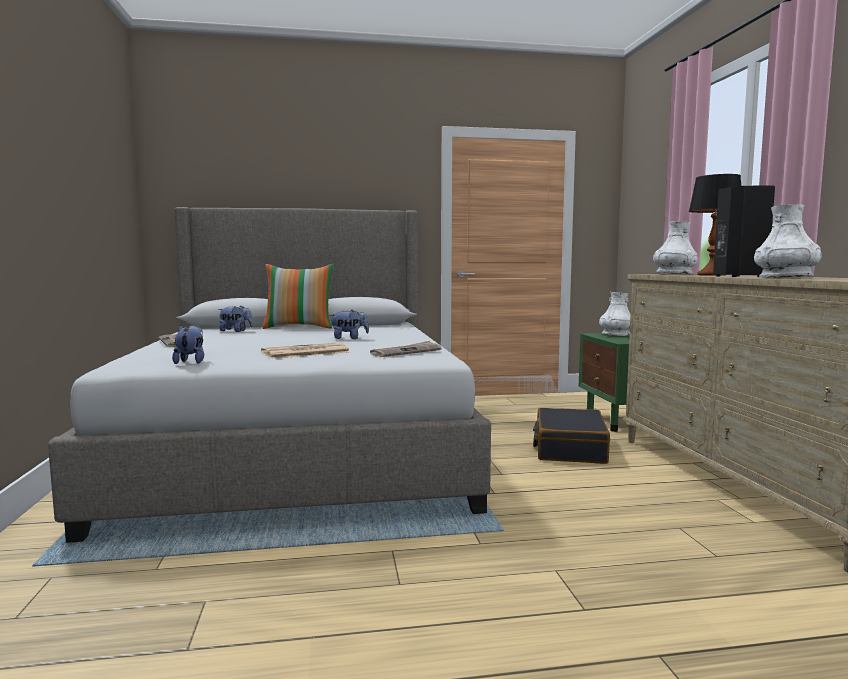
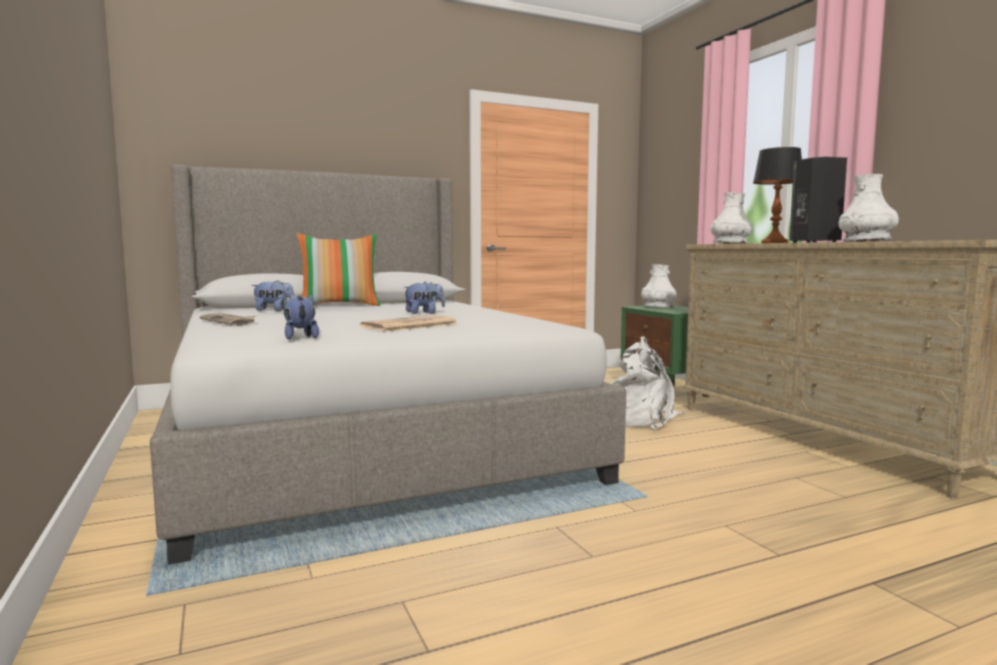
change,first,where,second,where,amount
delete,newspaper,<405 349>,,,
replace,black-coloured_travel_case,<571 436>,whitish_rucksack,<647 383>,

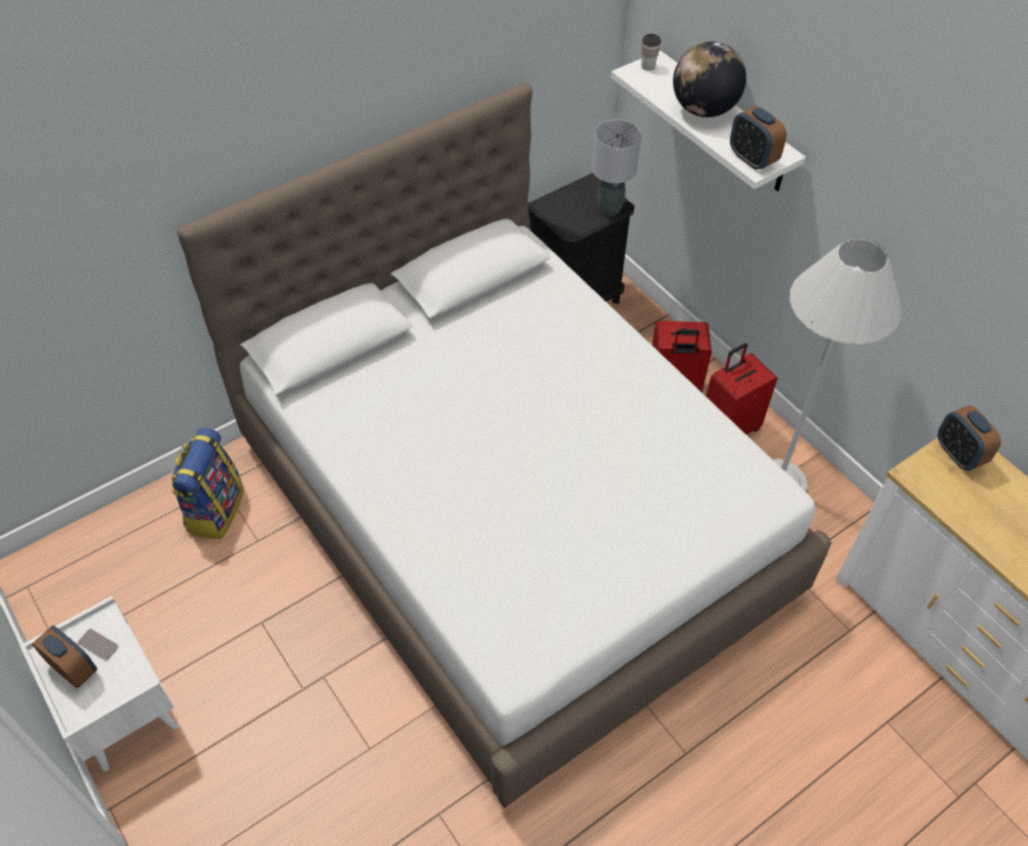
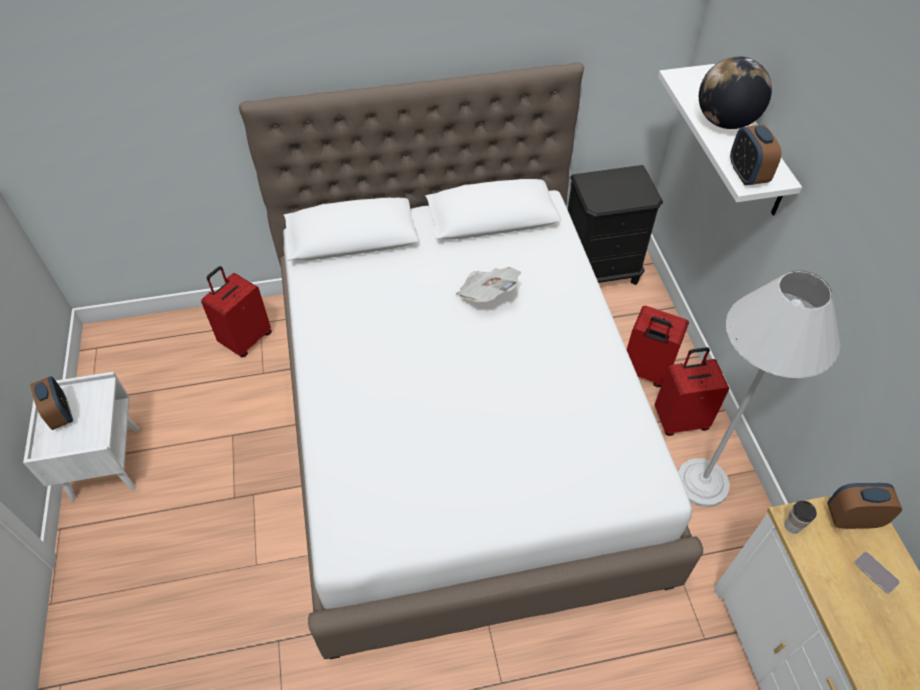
change,first,where,second,where,amount
move,cup,<651 52>,,<800 517>,
delete,gray_table_lamp,<616 167>,,,
rotate,bedside_clock,<969 438>,,<865 506>,90 degrees clockwise
replace,rucksack,<207 483>,reddish_travel_case,<236 311>,
move,handset,<98 644>,,<877 572>,
insert,,,newspaper,<488 284>,

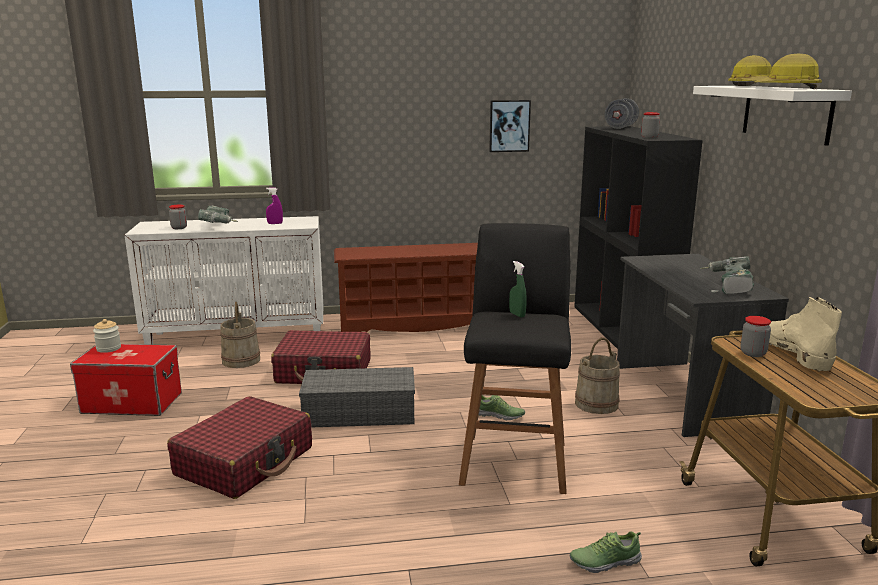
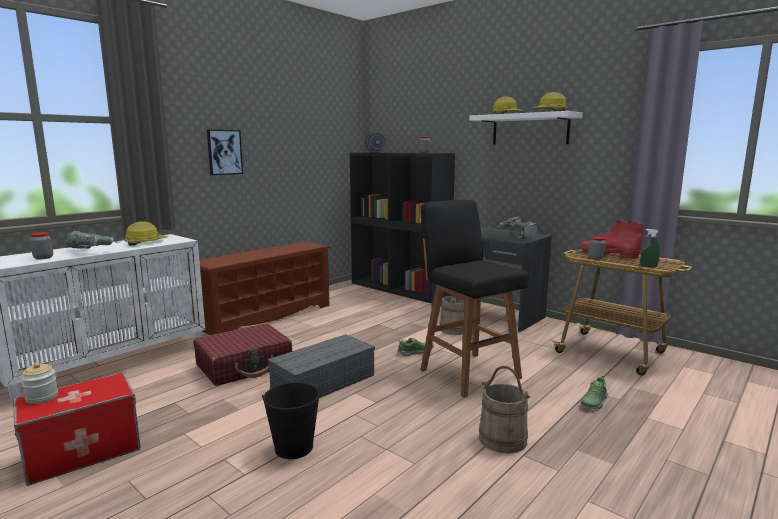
change,first,where,second,where,amount
move,wall_art,<510 126>,,<225 152>,
replace,purple_spray_bottle,<274 205>,work_helmet,<146 233>,
move,green_spray_bottle,<518 289>,,<650 248>,
recolor,beige-coloured_tall_boot,<805 334>,reddish_tall_boot,<611 239>,
move,beige-coloured_bucket,<240 335>,,<505 409>,
replace,reddish_travel_case,<239 447>,black-coloured_bucket,<291 420>,

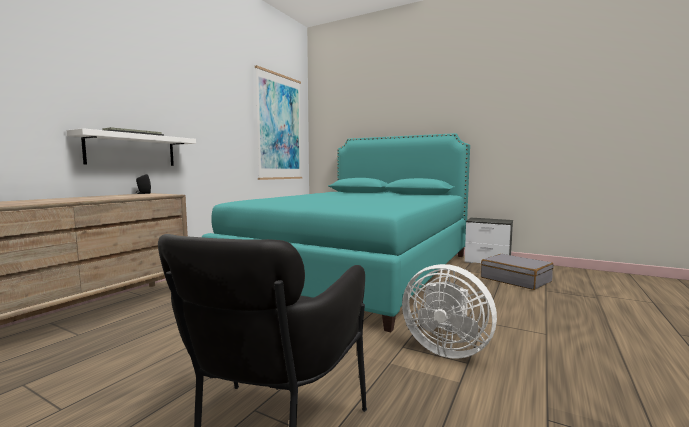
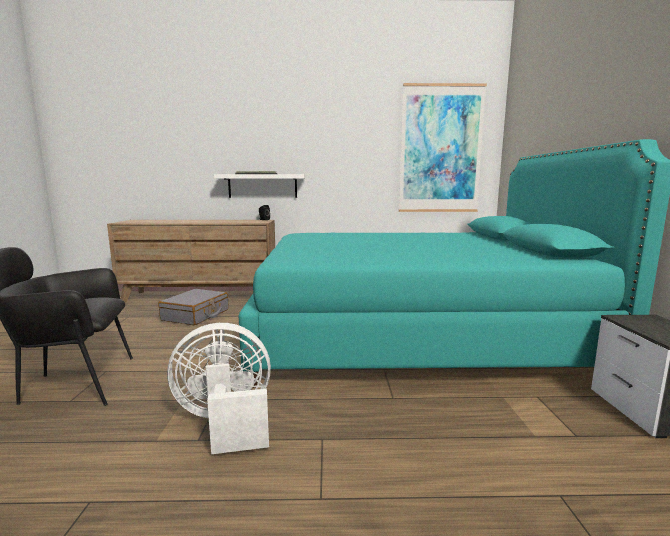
change,first,where,second,where,amount
move,gray_travel_case,<517 272>,,<193 307>,
rotate,whitish_cooling_fan,<449 311>,,<219 388>,75 degrees clockwise

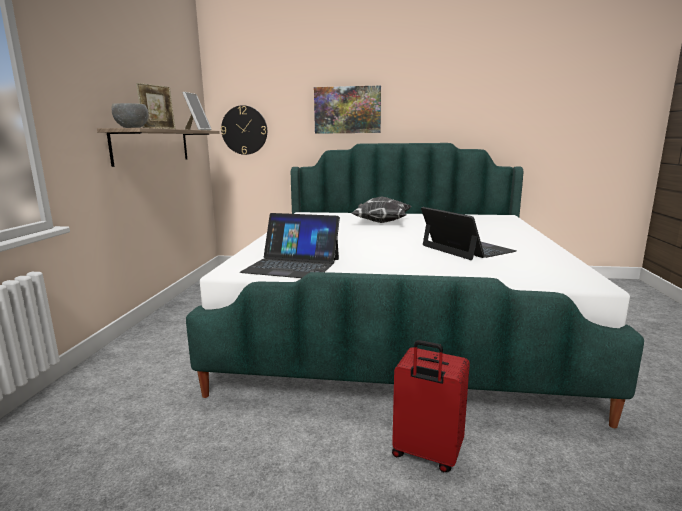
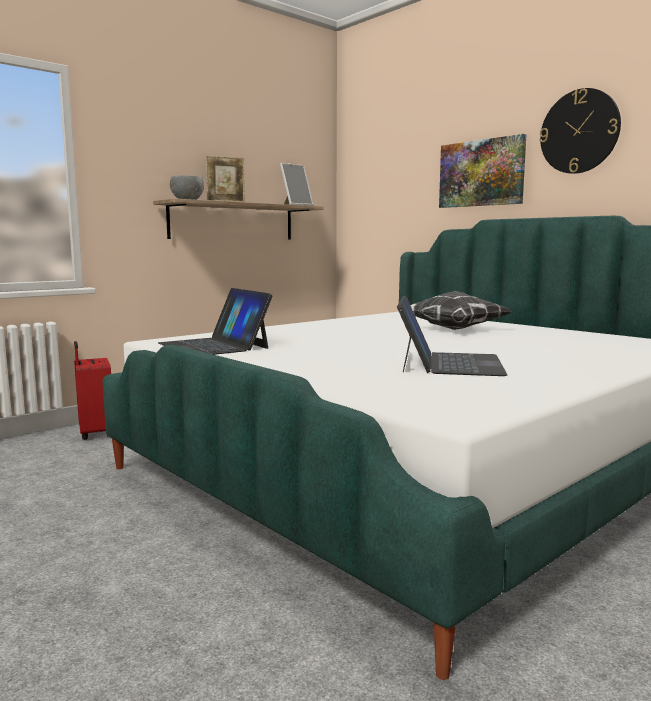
change,first,where,second,where,amount
move,hanging_clock,<244 130>,,<580 131>,
move,reddish_travel_case,<431 406>,,<92 390>,

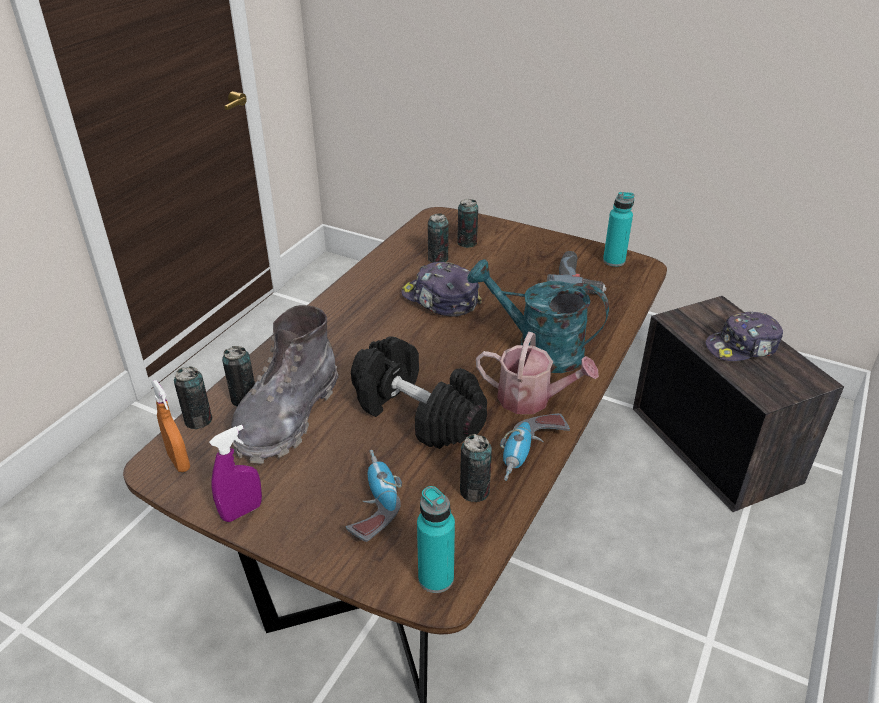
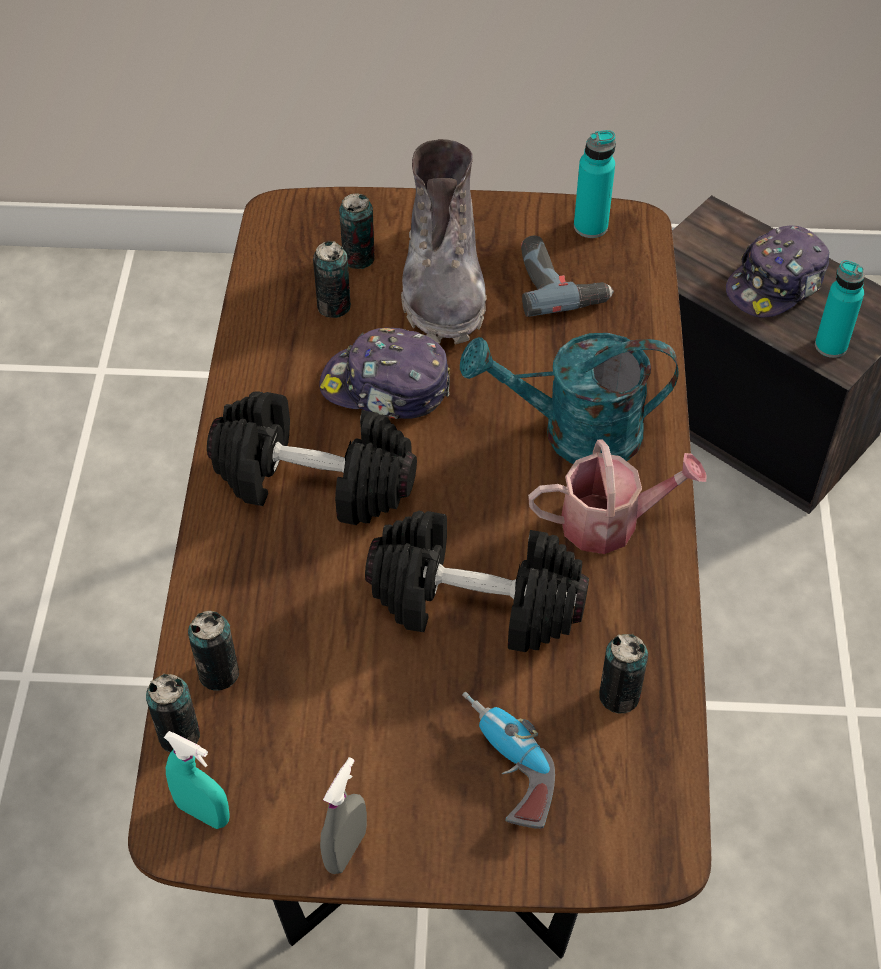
change,first,where,second,where,amount
move,gray_tall_boot,<285 384>,,<444 242>,
recolor,orange-coloured_spray_bottle,<170 426>,turquoise-coloured_spray_bottle,<197 780>,
delete,power_drill,<535 447>,,,
recolor,purple_spray_bottle,<235 473>,gray_spray_bottle,<343 815>,
move,turquoise-coloured_bottle,<436 539>,,<840 309>,
insert,,,black-coloured_dumbbell,<312 458>,

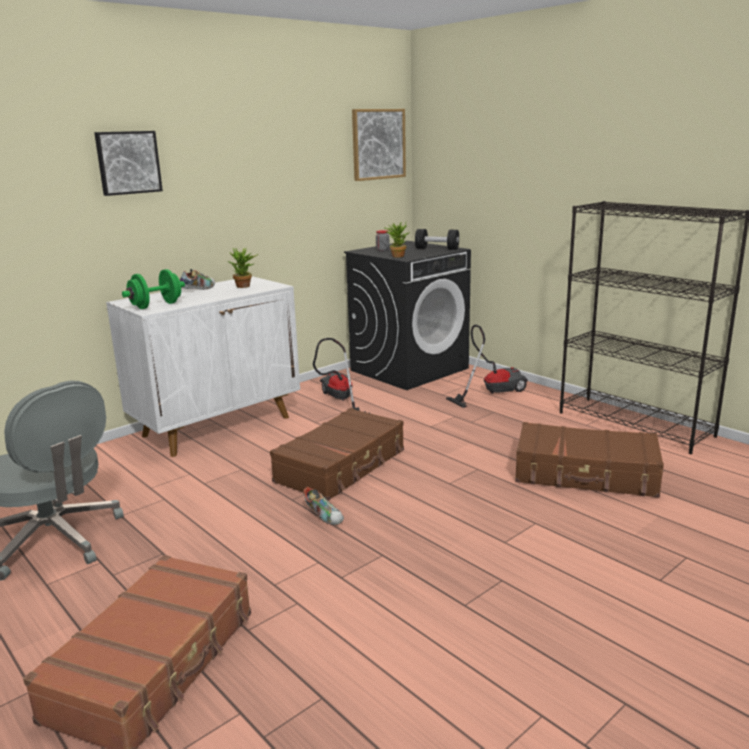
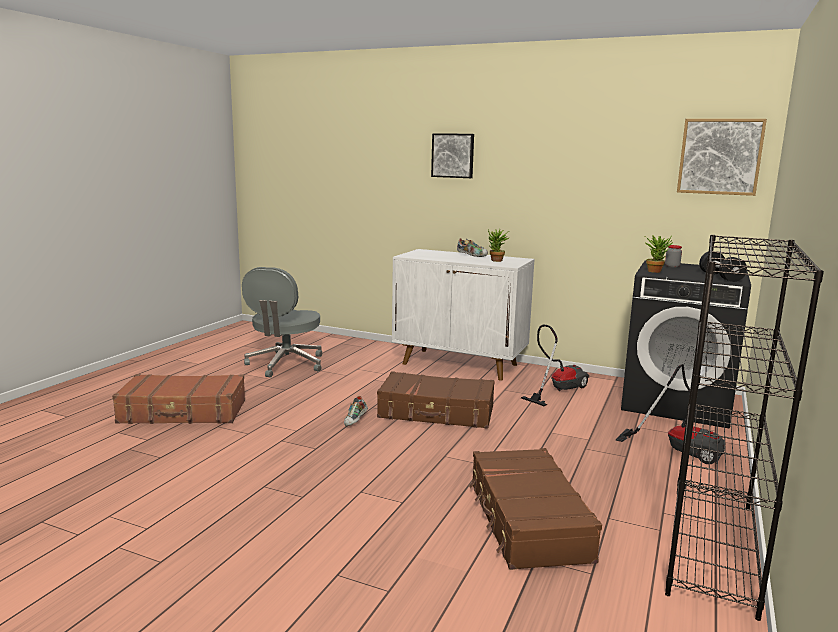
change,first,where,second,where,amount
delete,green_dumbbell,<153 289>,,,

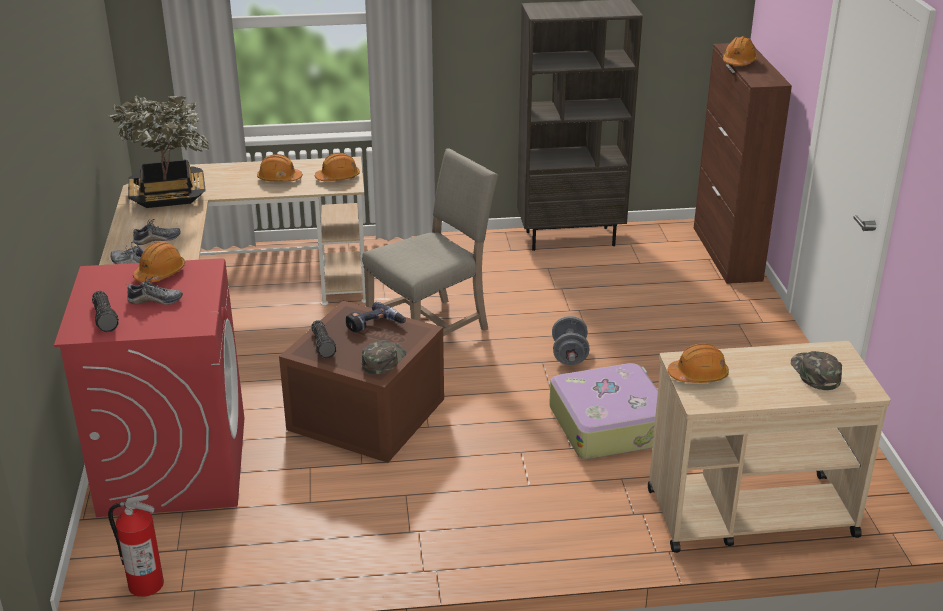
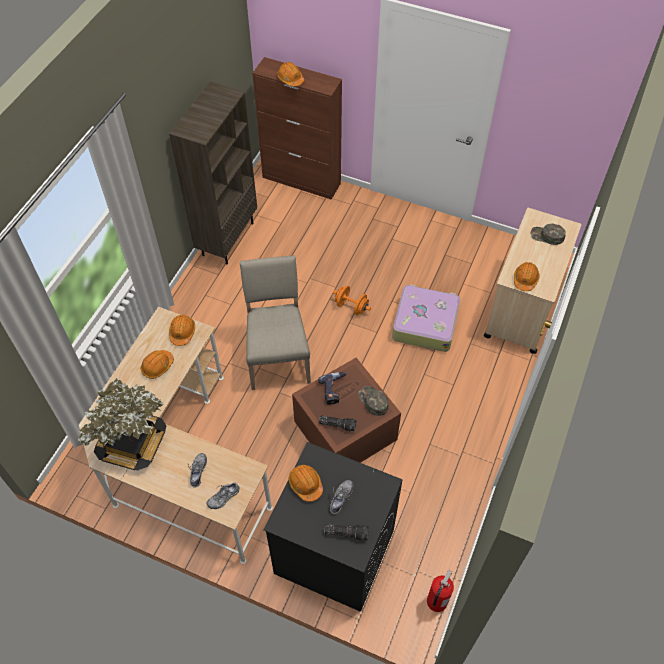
change,first,where,second,where,amount
recolor,reddish_laundry_machine,<149 387>,black-coloured_laundry_machine,<333 527>,
recolor,gray_dumbbell,<570 340>,orange-coloured_dumbbell,<352 300>,

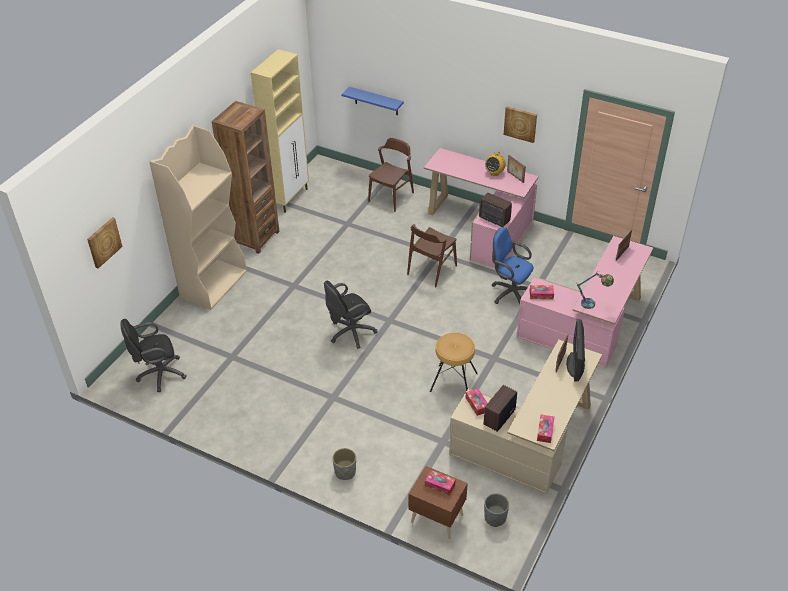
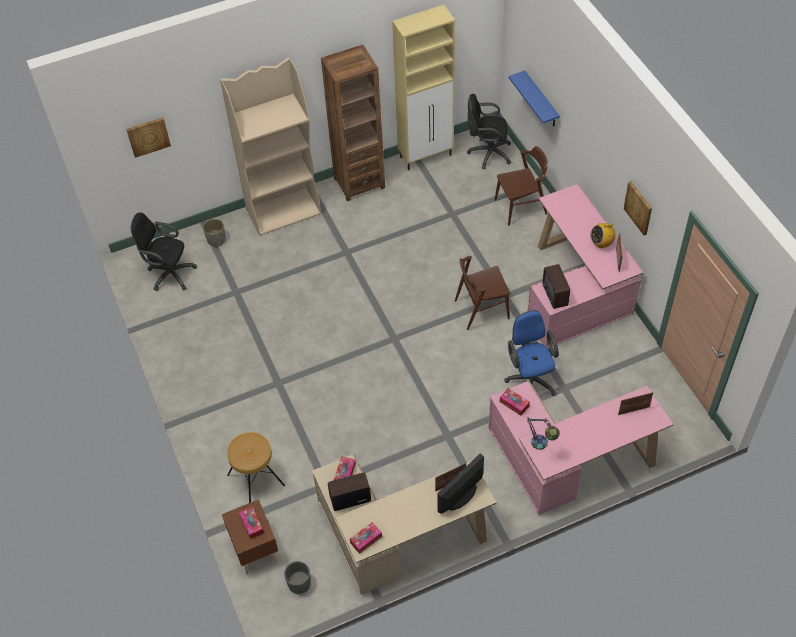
change,first,where,second,where,amount
move,black-coloured_office_chair,<351 315>,,<489 131>,
move,brown_stool_seat,<454 362>,,<256 467>,
move,gray_flower_pot,<344 464>,,<214 233>,

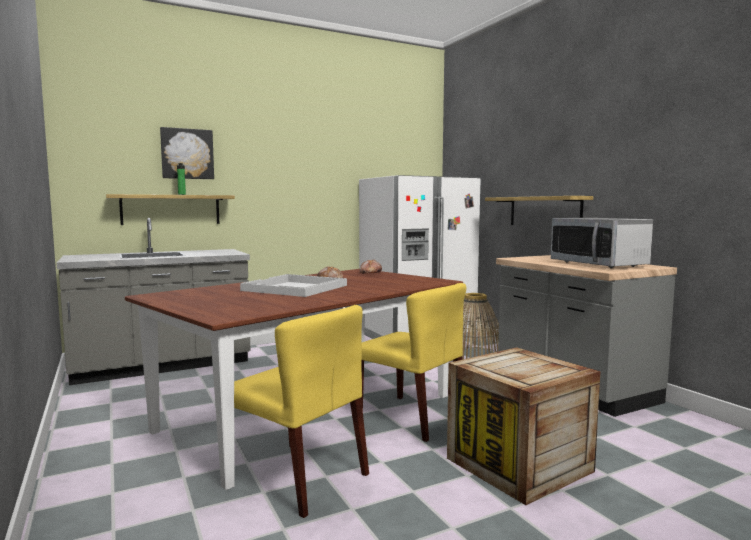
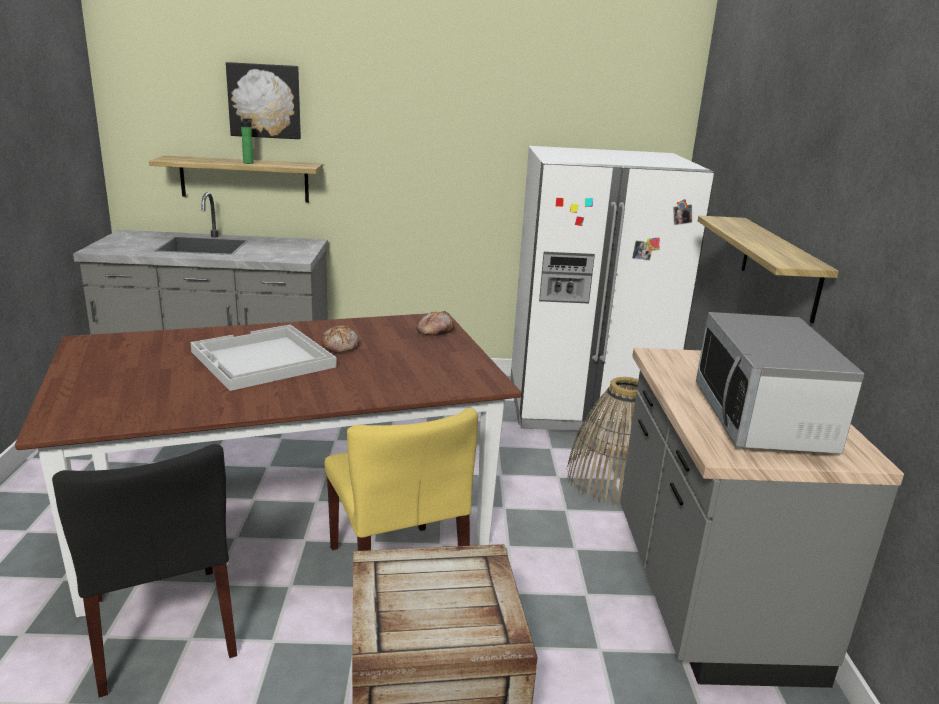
change,first,where,second,where,amount
recolor,yellow-coloured_chair,<301 411>,black-coloured_chair,<144 571>,

